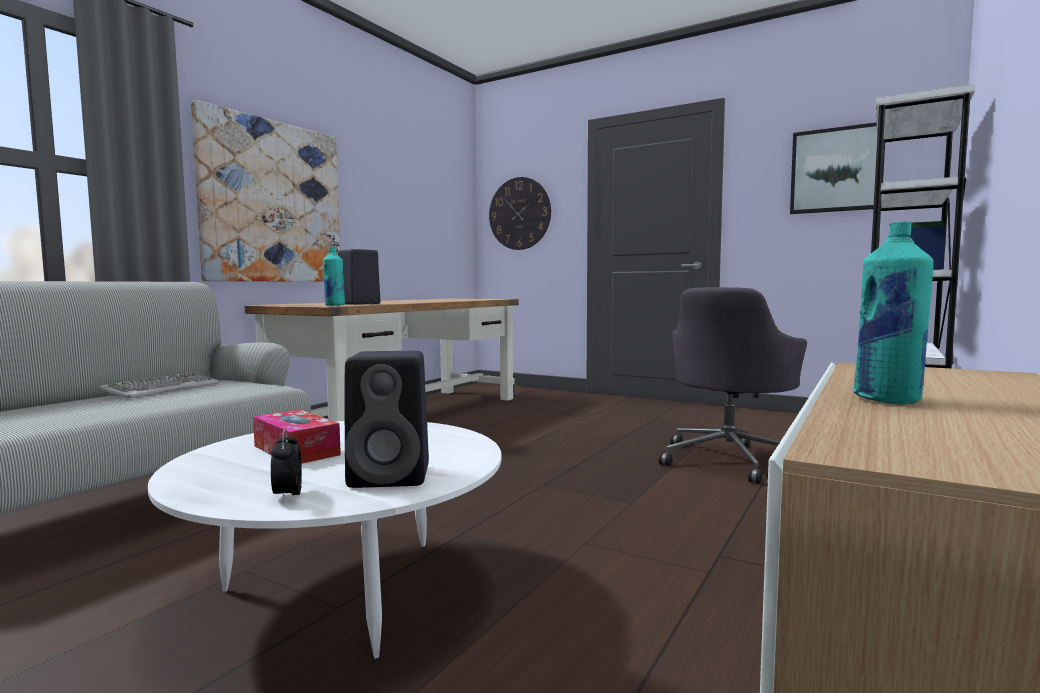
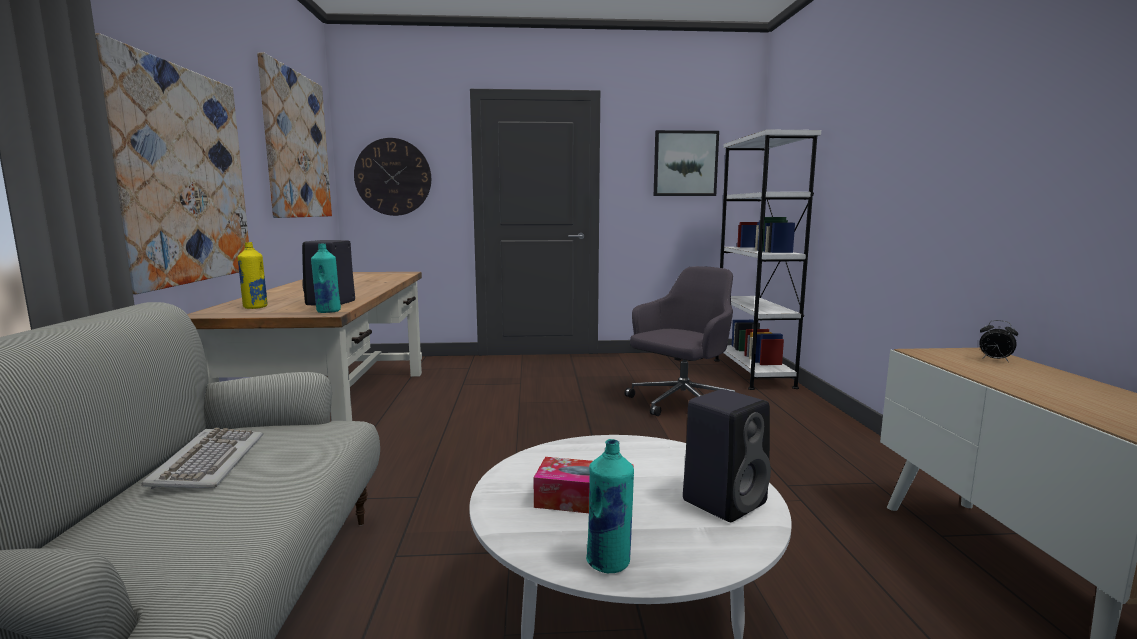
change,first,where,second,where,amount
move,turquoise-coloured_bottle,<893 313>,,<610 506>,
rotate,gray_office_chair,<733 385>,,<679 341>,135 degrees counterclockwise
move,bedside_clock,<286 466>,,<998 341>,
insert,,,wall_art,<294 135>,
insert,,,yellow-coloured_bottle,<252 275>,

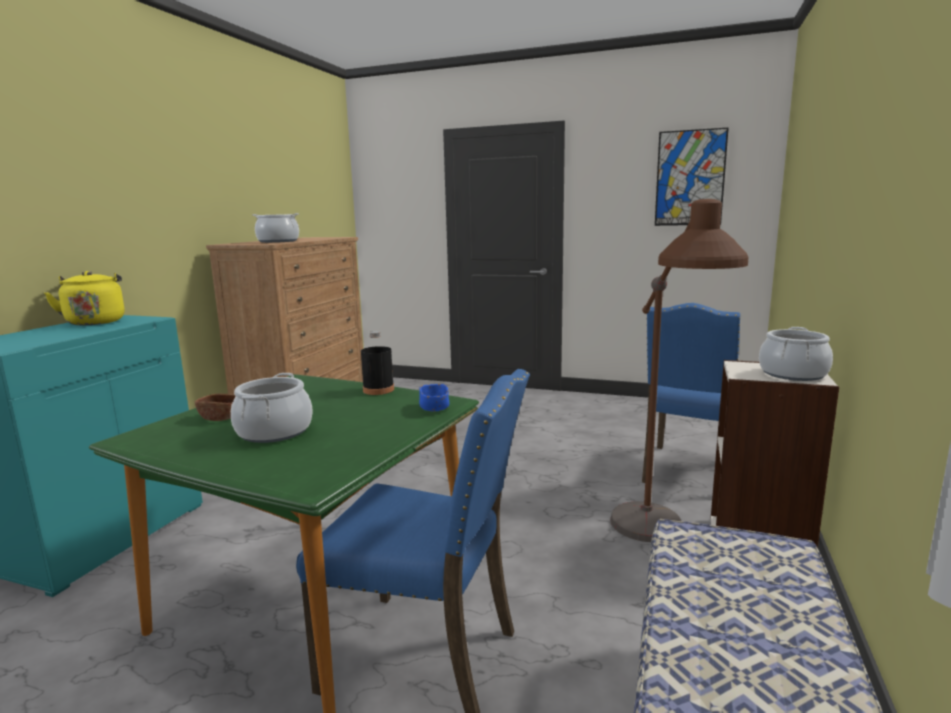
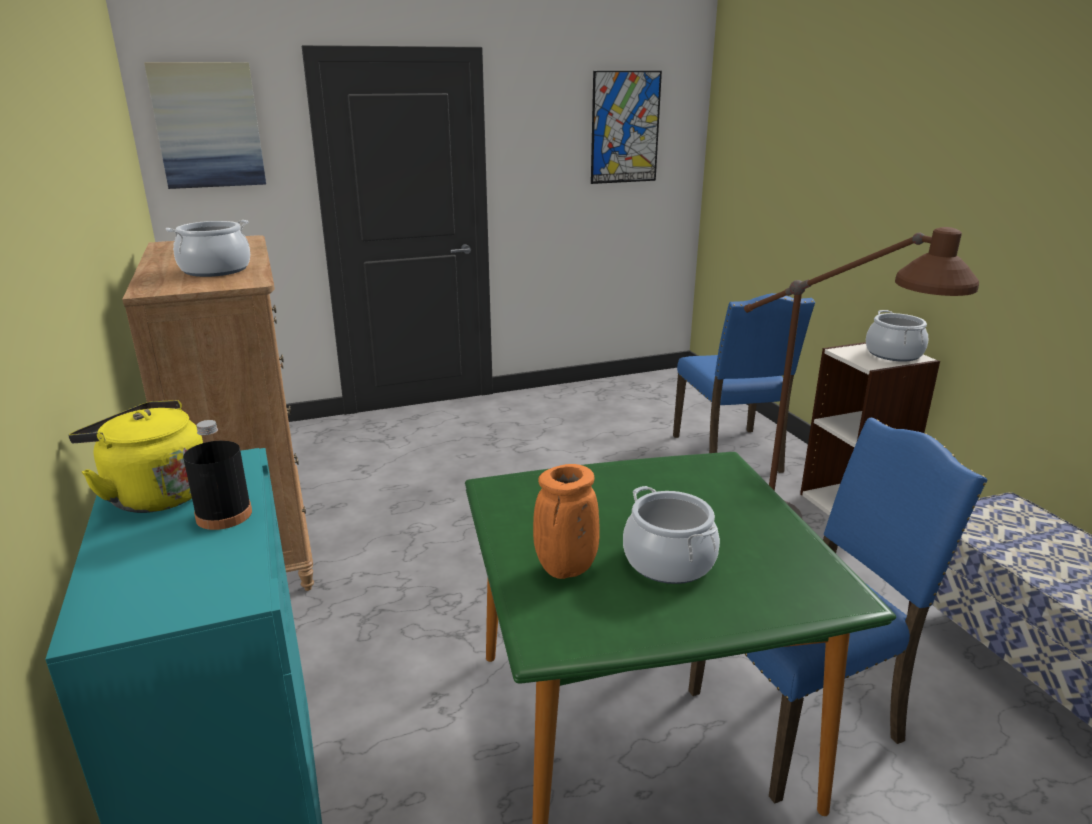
change,first,where,second,where,amount
move,black-coloured_bottle,<377 363>,,<217 475>,
delete,blue-coloured_serving_bowl,<434 397>,,,
replace,brown_serving_bowl,<215 407>,orange-coloured_vase,<566 521>,
insert,,,wall_art,<205 125>,

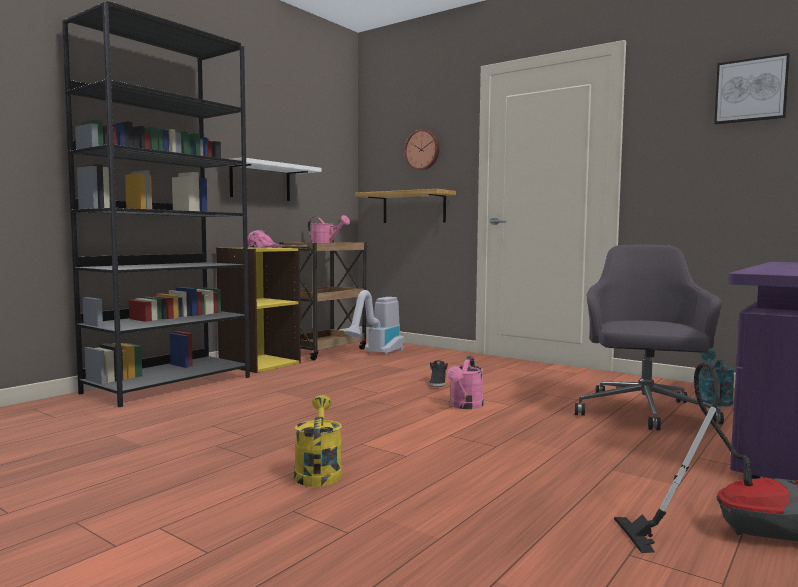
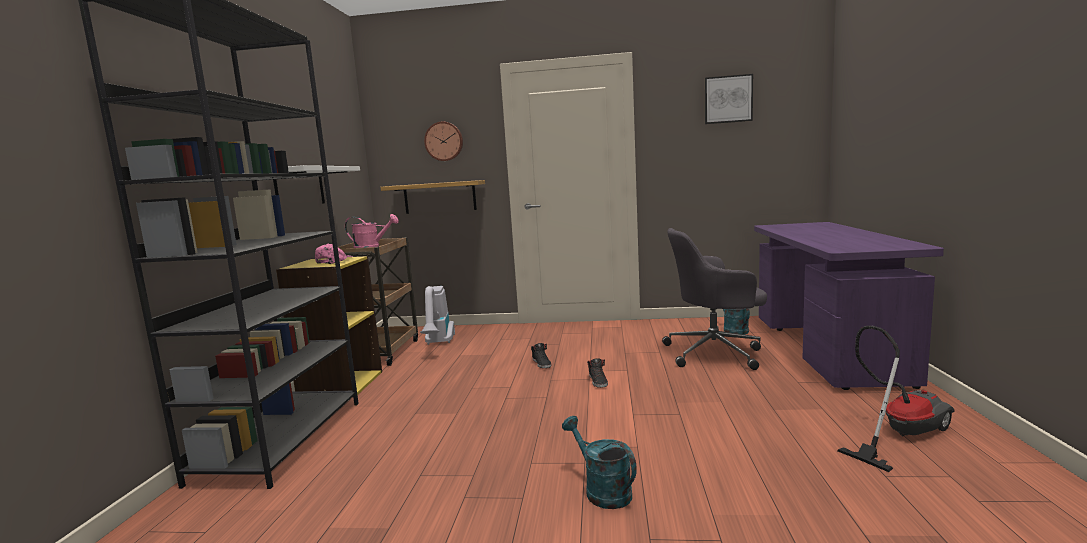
change,first,where,second,where,amount
rotate,gray_office_chair,<649 338>,,<714 299>,75 degrees counterclockwise
replace,pinkish_watering_can,<465 382>,black-coloured_shoe,<597 373>,
recolor,yellow-coloured_watering_can,<318 441>,turquoise-coloured_watering_can,<599 462>,

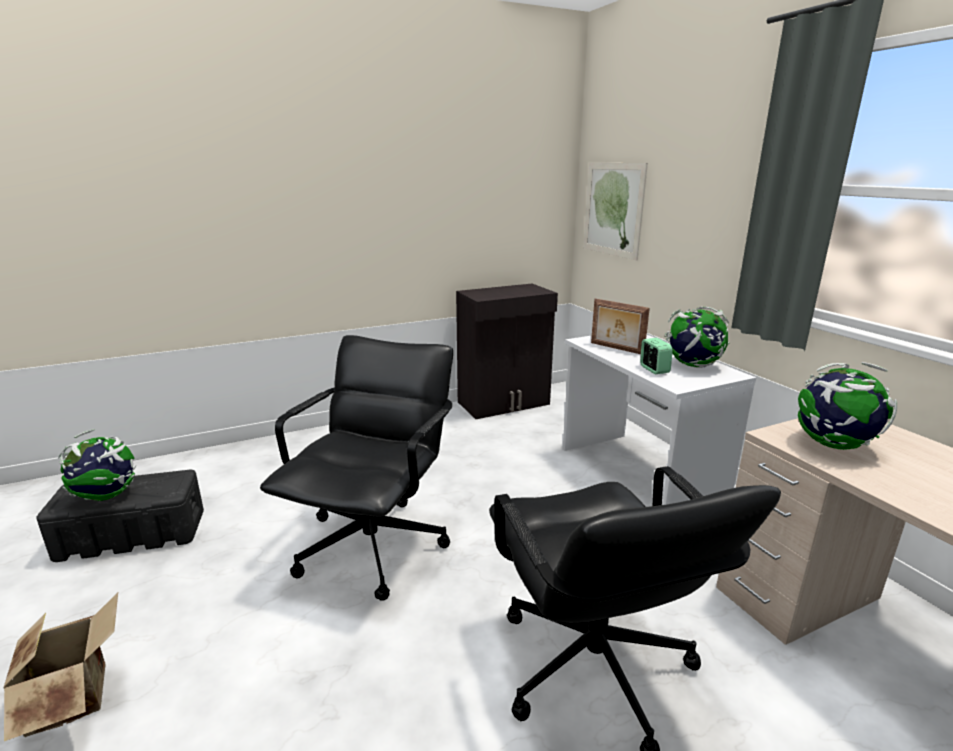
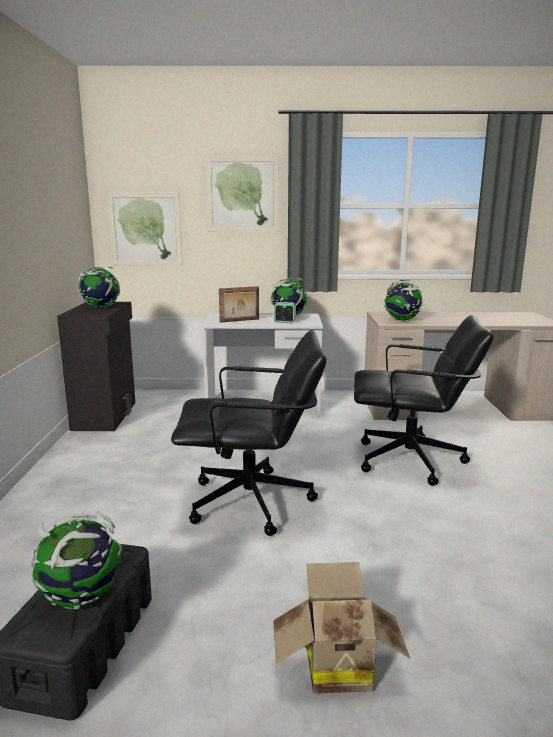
change,first,where,second,where,amount
rotate,black-coloured_office_chair,<356 468>,,<249 433>,135 degrees clockwise
insert,,,wall_art,<242 194>,
insert,,,desk_globe,<98 287>,

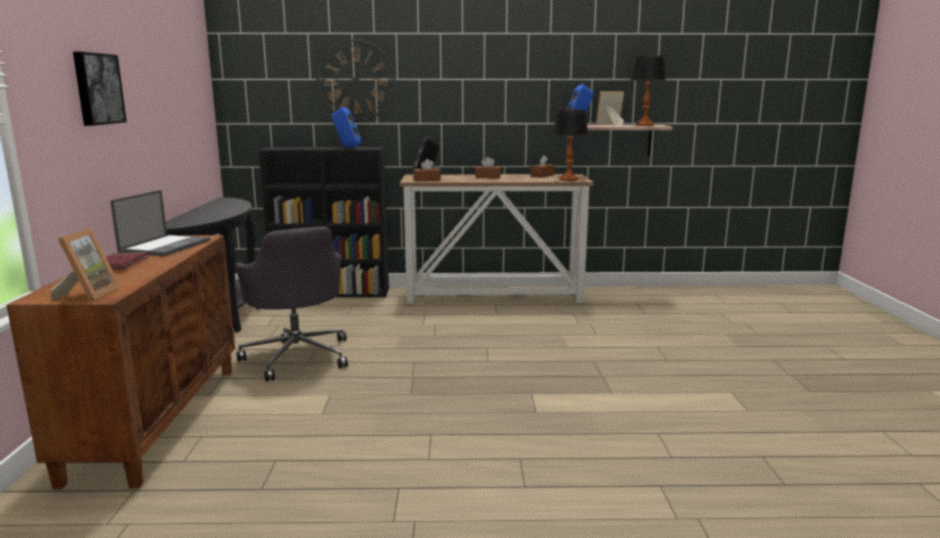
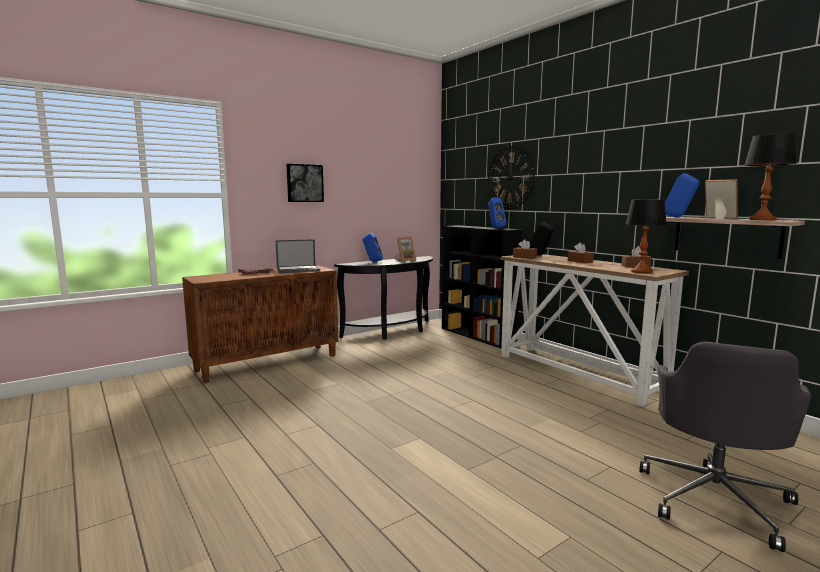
change,first,where,second,where,amount
move,gray_office_chair,<291 303>,,<725 446>,
move,photo_frame,<85 264>,,<405 249>,
insert,,,blue-coloured_speaker,<373 247>,

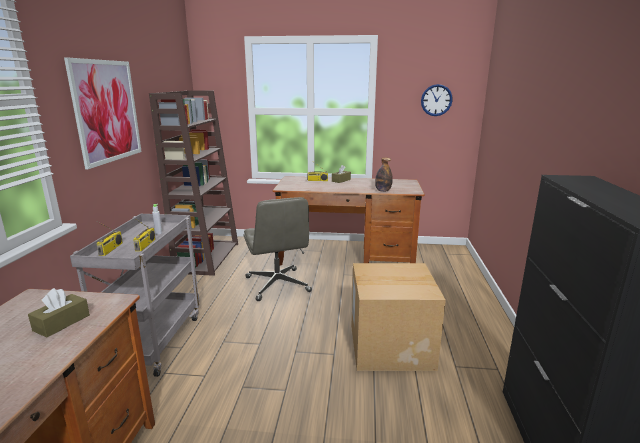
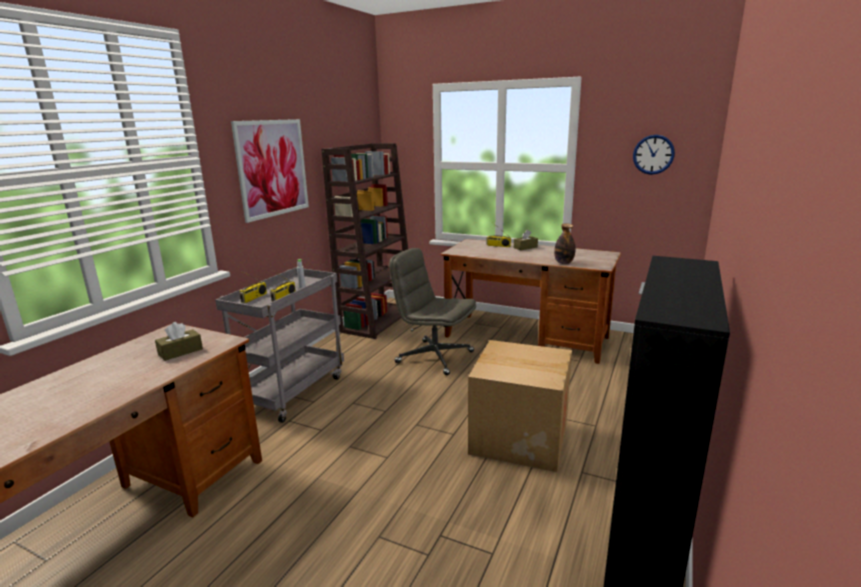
change,first,where,second,where,amount
rotate,gray_office_chair,<278 249>,,<432 311>,120 degrees clockwise

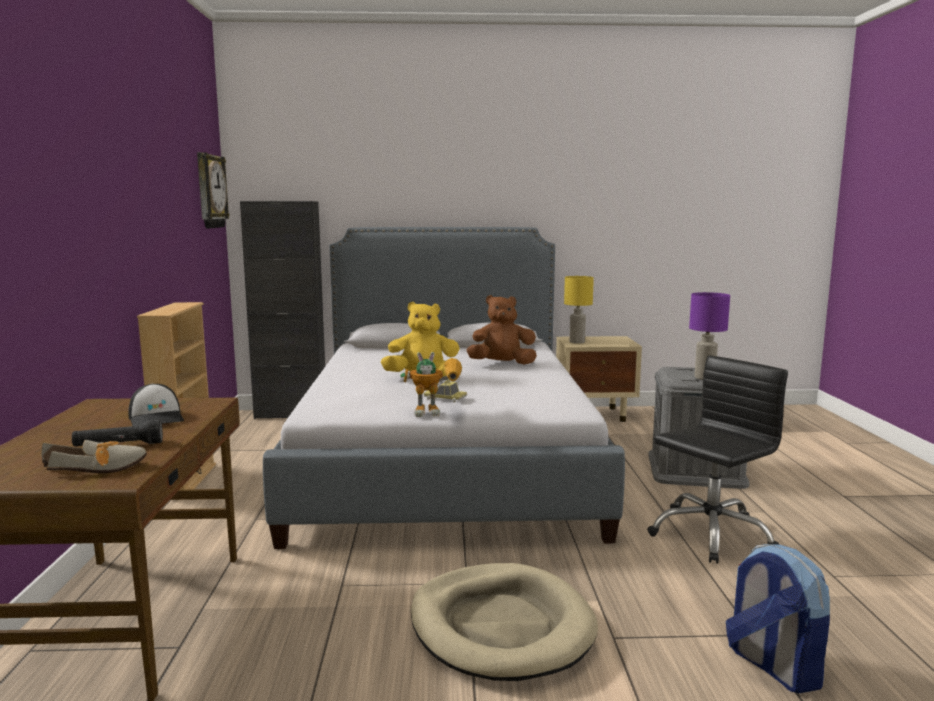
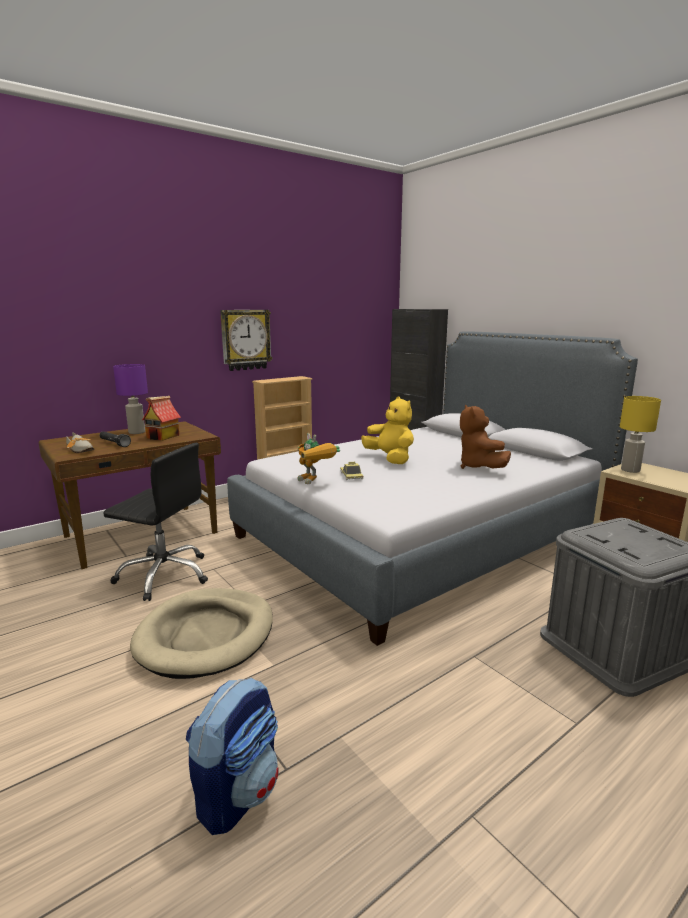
change,first,where,second,where,amount
move,hanging_clock,<213 190>,,<246 340>,
move,purple_table_lamp,<709 336>,,<130 399>,
rotate,brown_plush_toy,<501 330>,,<485 437>,150 degrees counterclockwise
move,black-coloured_office_chair,<717 459>,,<155 522>,
replace,peaked_cap,<156 404>,model_house,<161 418>,

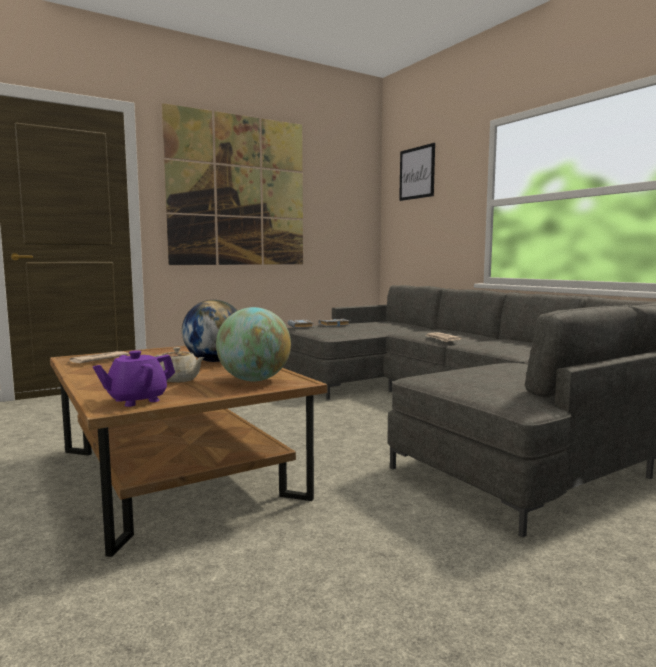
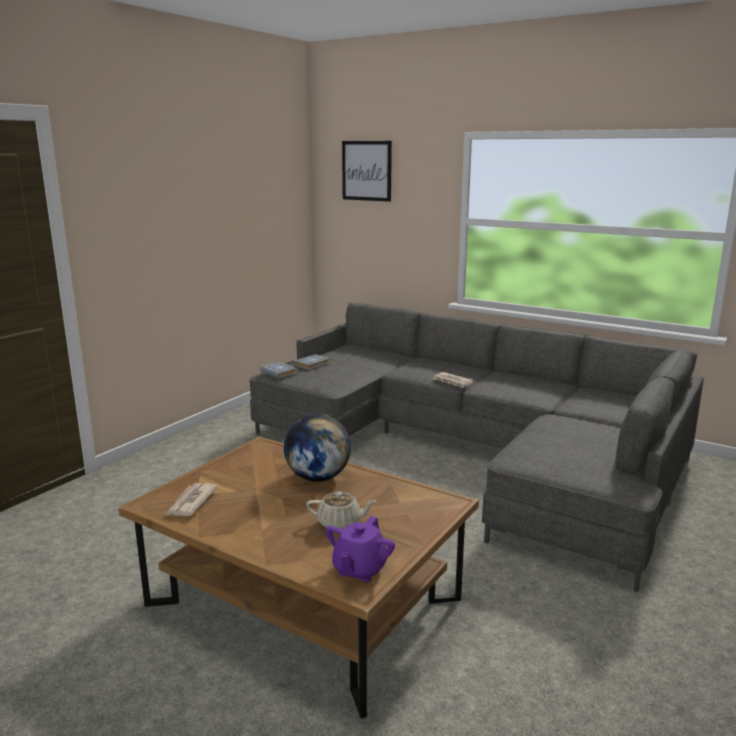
change,first,where,second,where,amount
delete,wall_art,<232 184>,,,
delete,desk_globe,<253 344>,,,

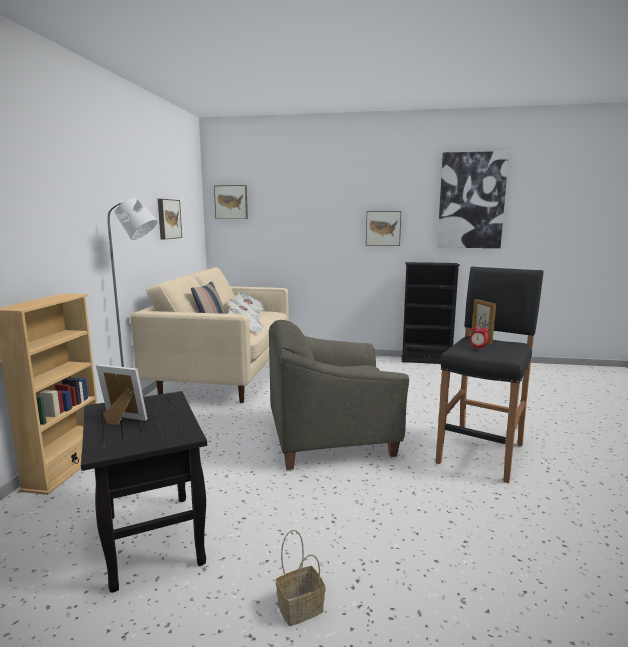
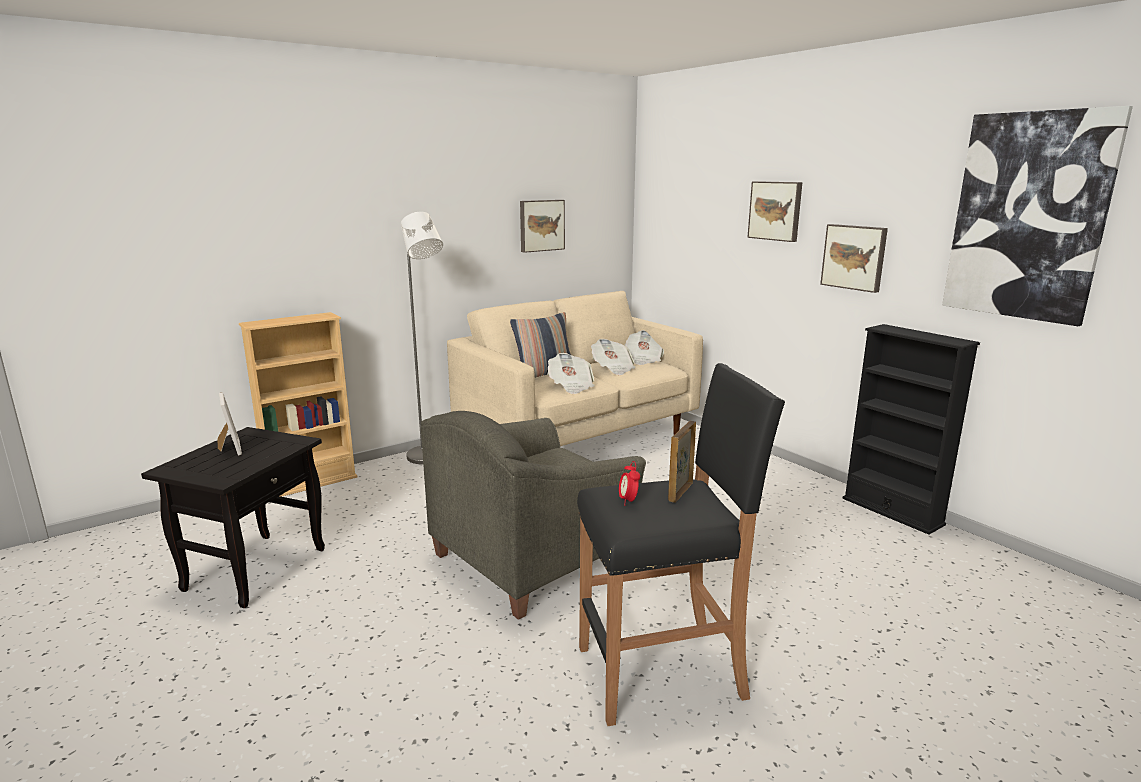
change,first,where,second,where,amount
move,wall_art,<231 202>,,<774 211>,
rotate,gray_lounge_chair,<339 395>,,<533 515>,75 degrees counterclockwise
delete,basket,<301 578>,,,

